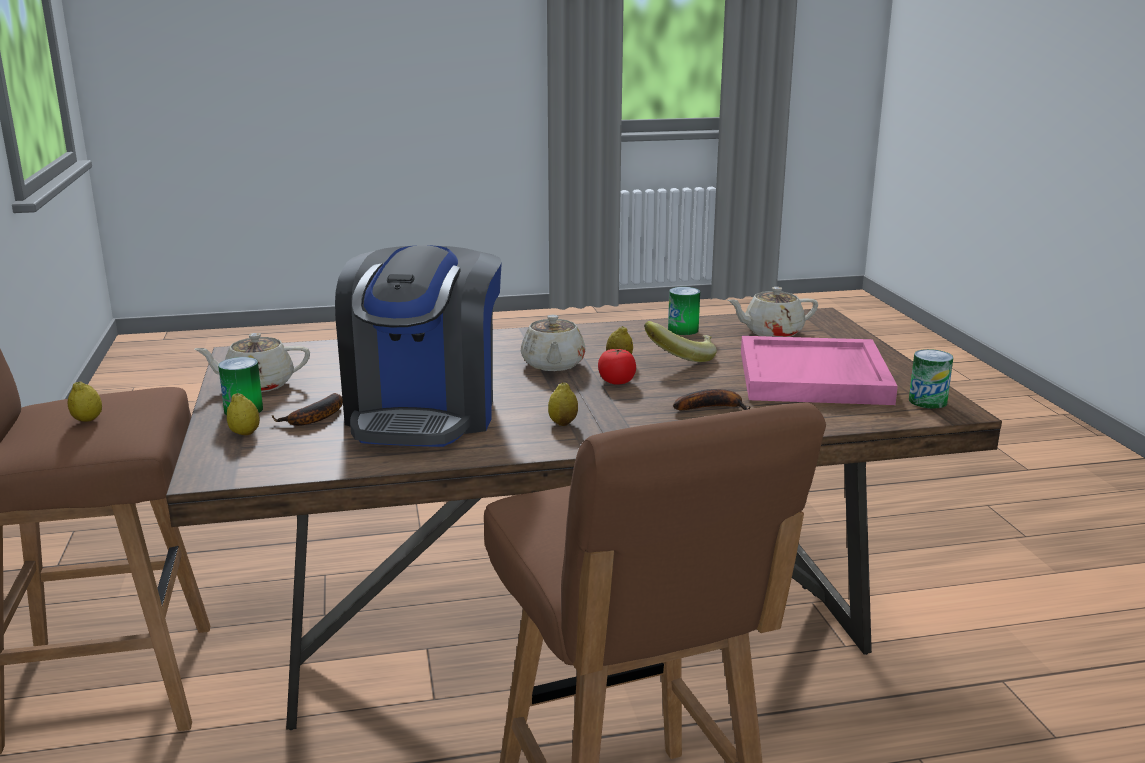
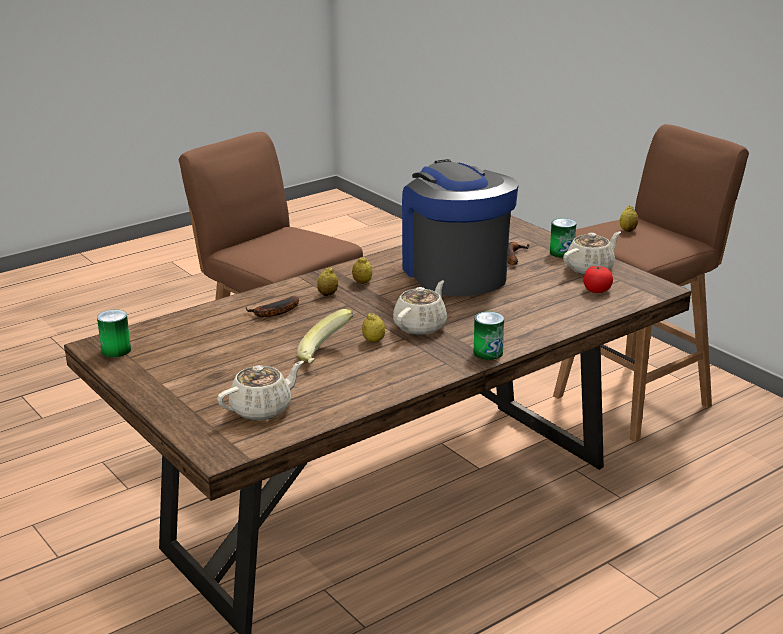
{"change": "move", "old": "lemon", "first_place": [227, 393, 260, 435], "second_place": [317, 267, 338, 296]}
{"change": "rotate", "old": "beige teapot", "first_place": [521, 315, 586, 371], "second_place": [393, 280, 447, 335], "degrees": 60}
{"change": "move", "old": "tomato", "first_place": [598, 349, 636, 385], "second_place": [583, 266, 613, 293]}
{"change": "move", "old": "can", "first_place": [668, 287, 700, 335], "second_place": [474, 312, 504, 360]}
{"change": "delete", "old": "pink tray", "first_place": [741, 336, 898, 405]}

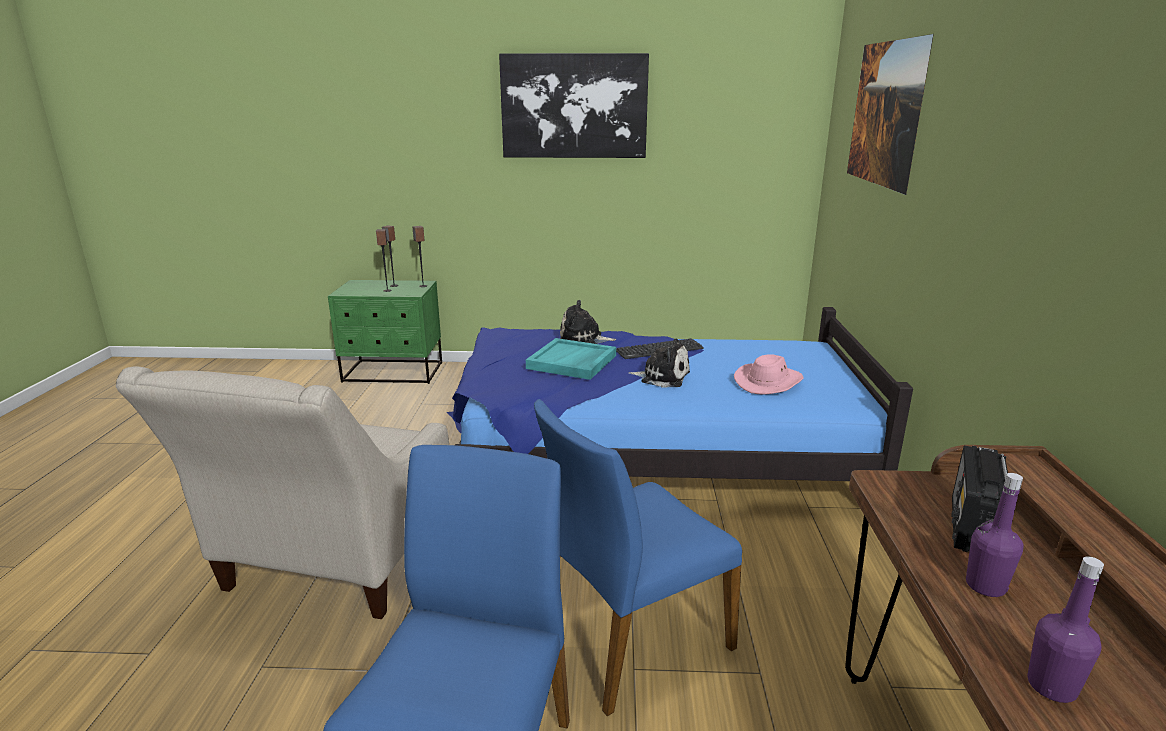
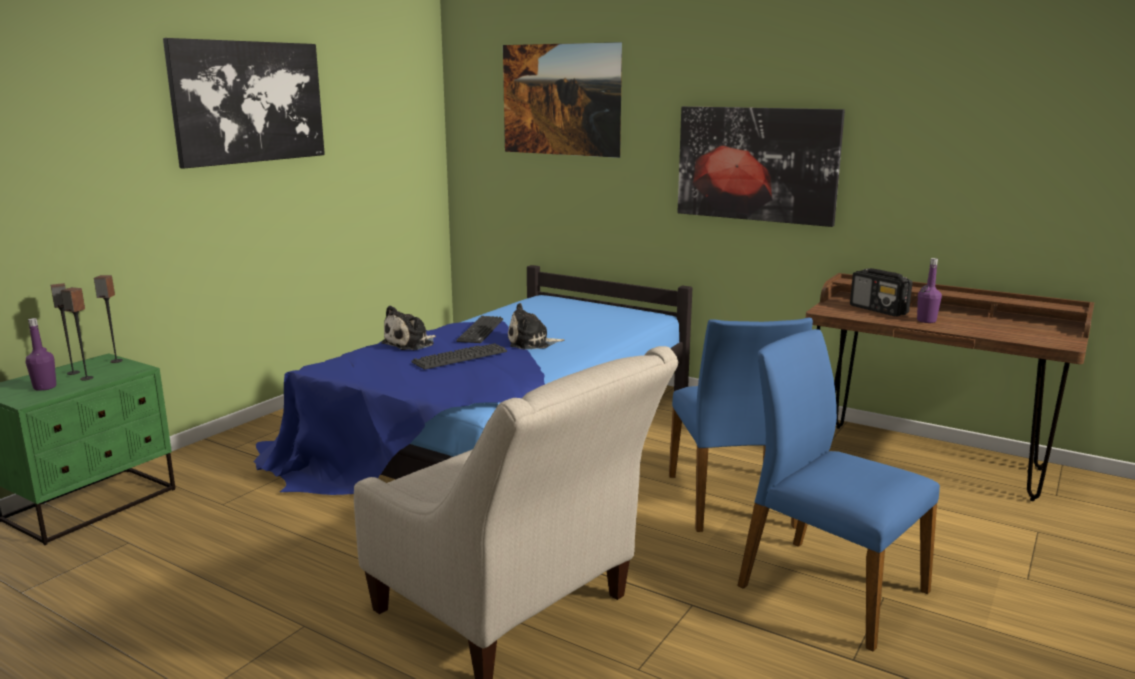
{"change": "replace", "old": "turquoise tray", "new": "keyboard", "first_place": [526, 338, 616, 380], "second_place": [411, 343, 507, 370]}
{"change": "rotate", "old": "plush toy", "first_place": [628, 339, 690, 388], "second_place": [508, 303, 564, 349], "degrees": -150}
{"change": "delete", "old": "pink hat", "first_place": [734, 354, 804, 394]}
{"change": "move", "old": "purple bottle", "first_place": [1027, 556, 1104, 703], "second_place": [26, 318, 56, 391]}
{"change": "insert", "new": "picture", "second_place": [677, 106, 845, 227]}

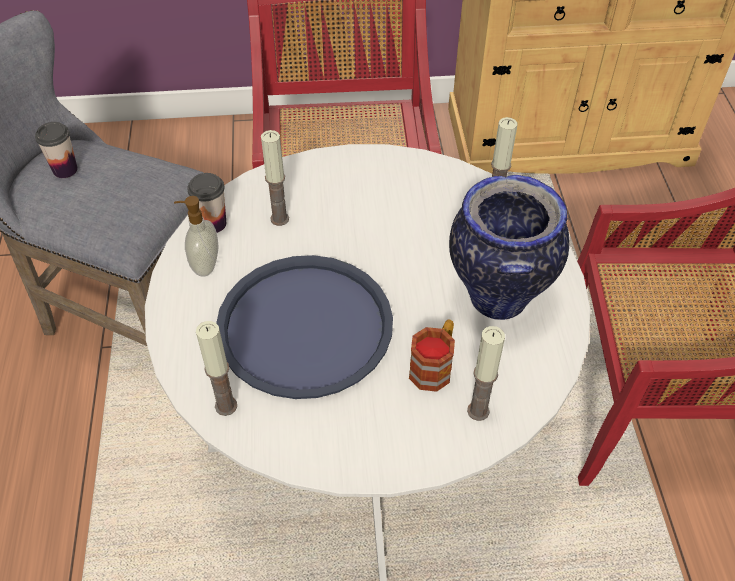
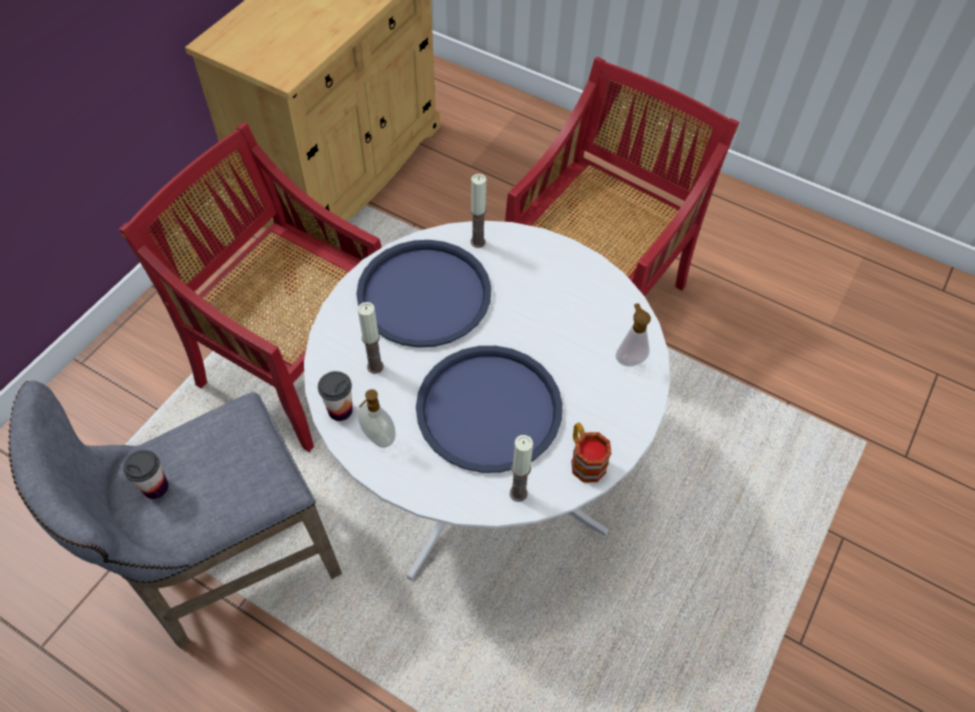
{"change": "move", "old": "mug", "first_place": [409, 319, 455, 392], "second_place": [571, 423, 611, 482]}
{"change": "delete", "old": "vase", "first_place": [449, 175, 569, 320]}
{"change": "replace", "old": "candle", "new": "soap dispenser", "first_place": [467, 326, 505, 421], "second_place": [616, 303, 651, 366]}
{"change": "insert", "new": "blue tray", "second_place": [356, 240, 491, 348]}

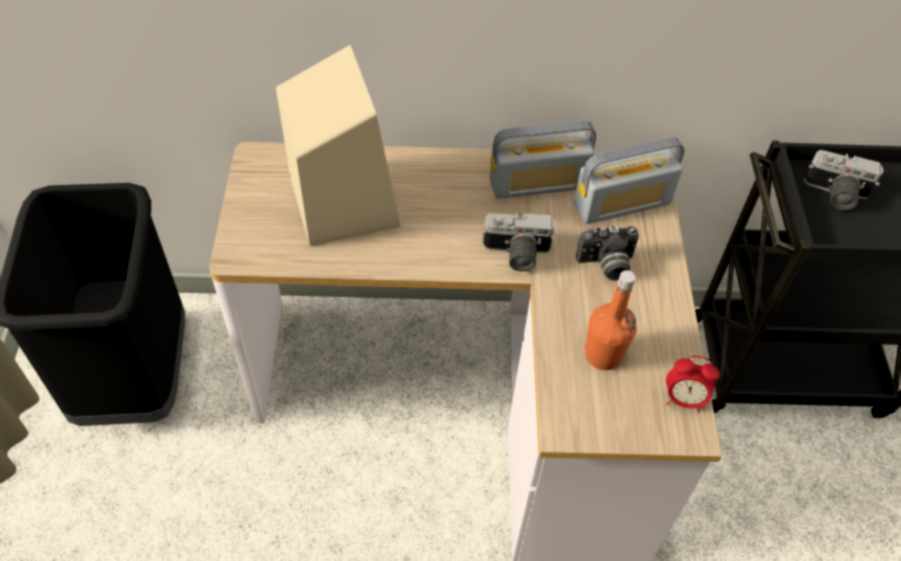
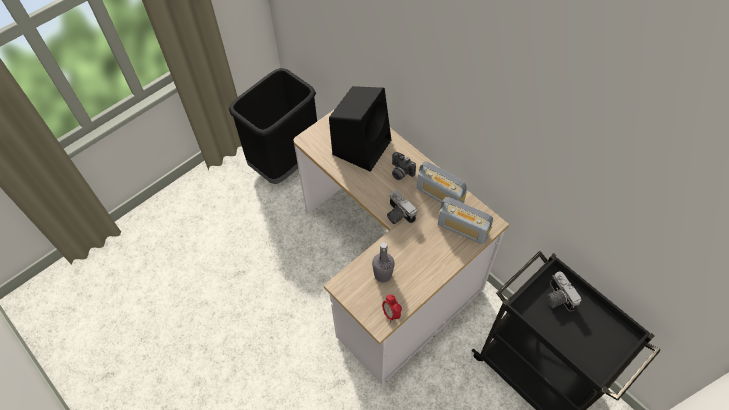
{"change": "recolor", "old": "beige speaker", "new": "black speaker", "first_place": [276, 45, 401, 246], "second_place": [329, 86, 391, 172]}
{"change": "move", "old": "photo camera", "first_place": [576, 225, 639, 281], "second_place": [392, 152, 416, 180]}
{"change": "recolor", "old": "orange bottle", "new": "grey bottle", "first_place": [584, 270, 637, 370], "second_place": [372, 242, 395, 282]}

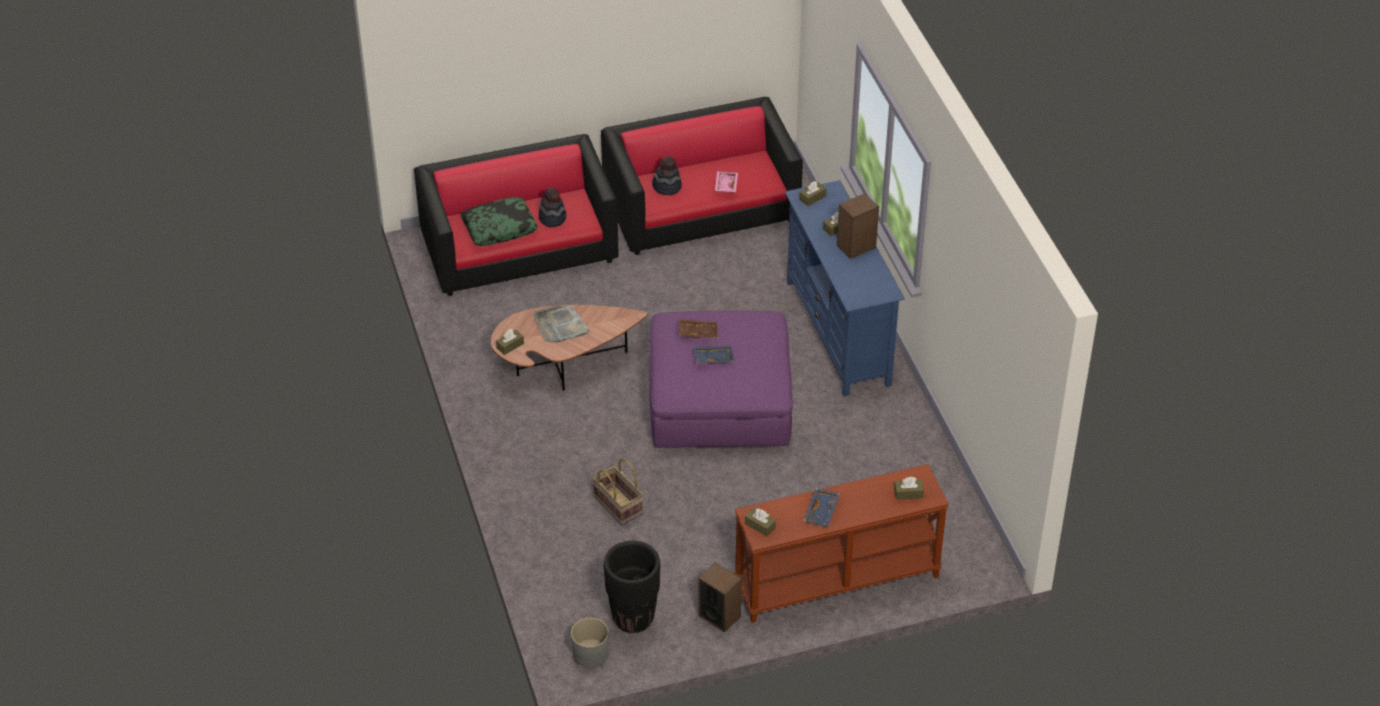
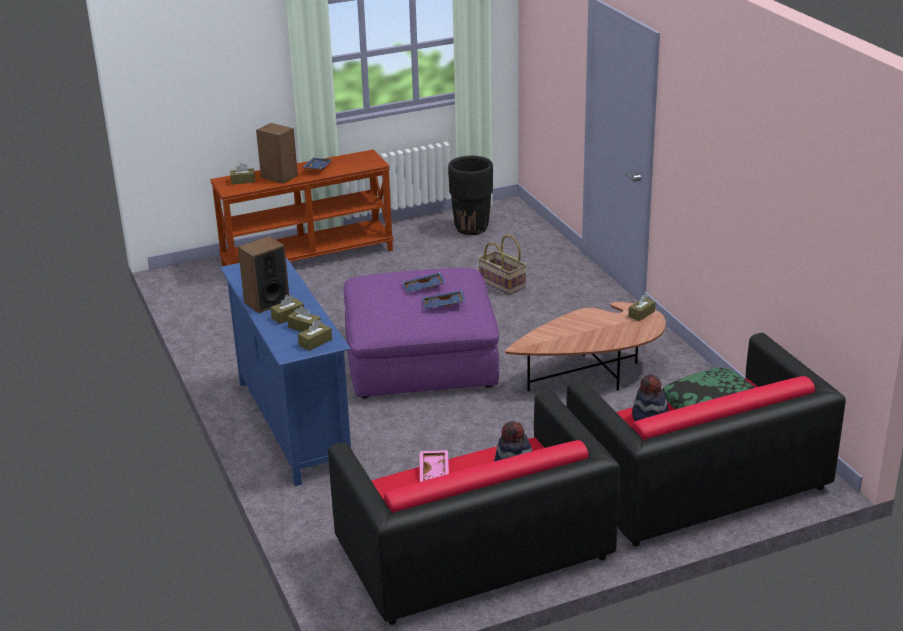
{"change": "delete", "old": "grey tray", "first_place": [534, 305, 591, 343]}
{"change": "delete", "old": "grey planter", "first_place": [571, 618, 609, 668]}
{"change": "recolor", "old": "brown tray", "new": "blue tray", "first_place": [679, 319, 718, 338], "second_place": [422, 290, 465, 309]}
{"change": "move", "old": "speaker", "first_place": [698, 562, 742, 633], "second_place": [256, 123, 298, 184]}
{"change": "move", "old": "brown tissue box", "first_place": [745, 508, 776, 537], "second_place": [287, 306, 321, 332]}

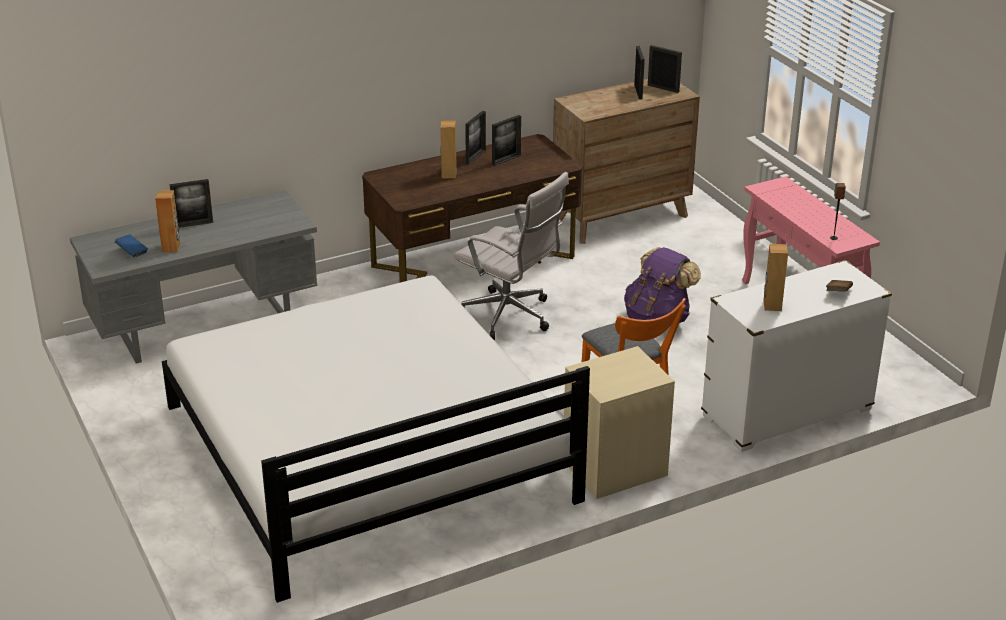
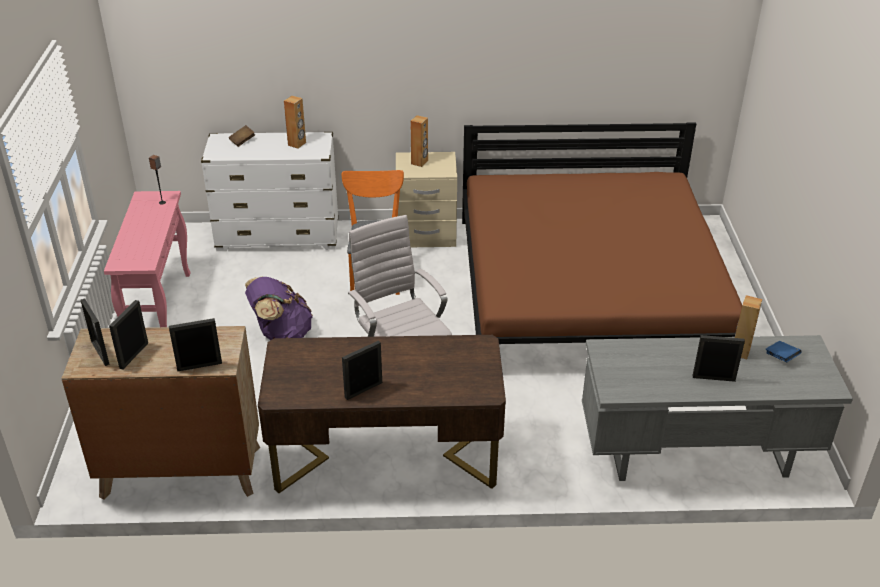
{"change": "recolor", "old": "white bed", "new": "brown bed", "first_place": [162, 276, 590, 603], "second_place": [462, 122, 742, 344]}
{"change": "move", "old": "brown speaker", "first_place": [441, 121, 457, 179], "second_place": [410, 115, 428, 167]}
{"change": "move", "old": "picture frame", "first_place": [492, 115, 521, 166], "second_place": [169, 318, 222, 372]}

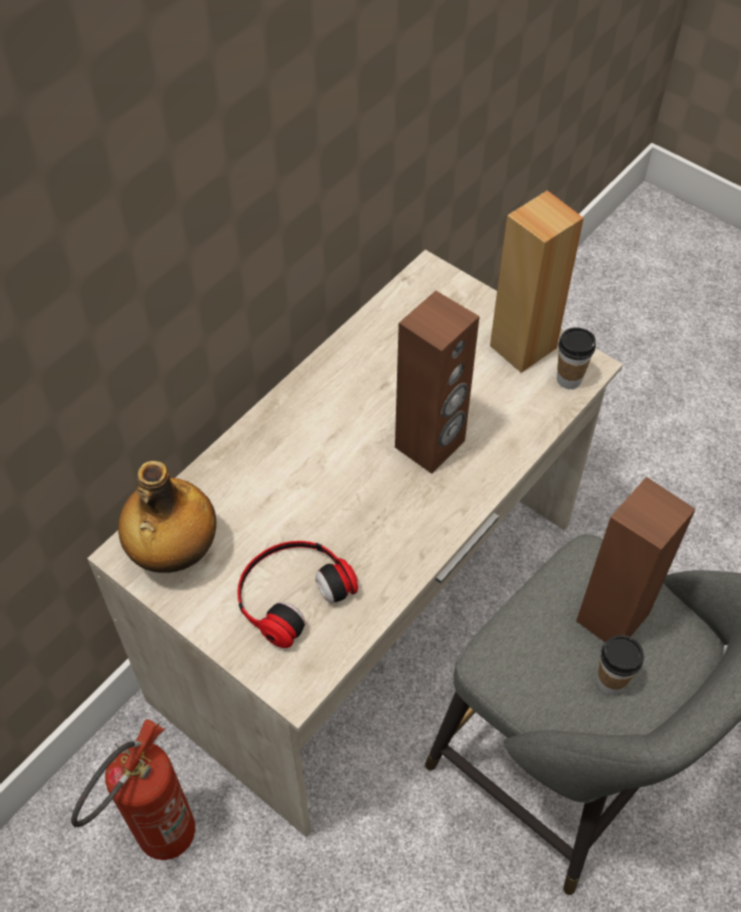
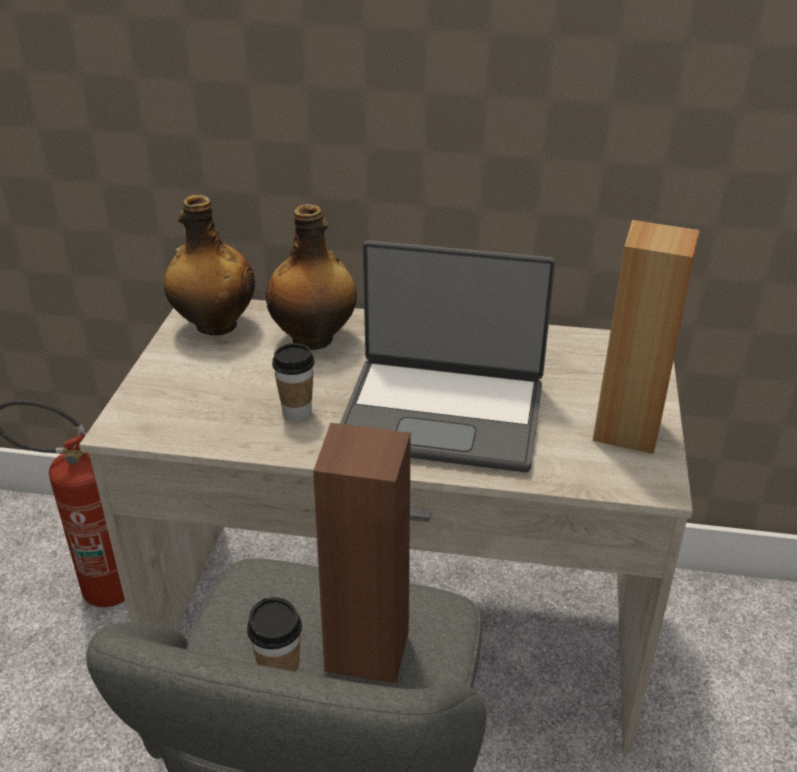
{"change": "delete", "old": "headphones", "first_place": [237, 541, 358, 648]}
{"change": "replace", "old": "brown speaker", "new": "laptop", "first_place": [395, 291, 480, 474], "second_place": [340, 240, 555, 472]}
{"change": "move", "old": "cup", "first_place": [557, 327, 596, 389], "second_place": [272, 343, 315, 421]}
{"change": "insert", "new": "bottle", "second_place": [265, 204, 357, 350]}

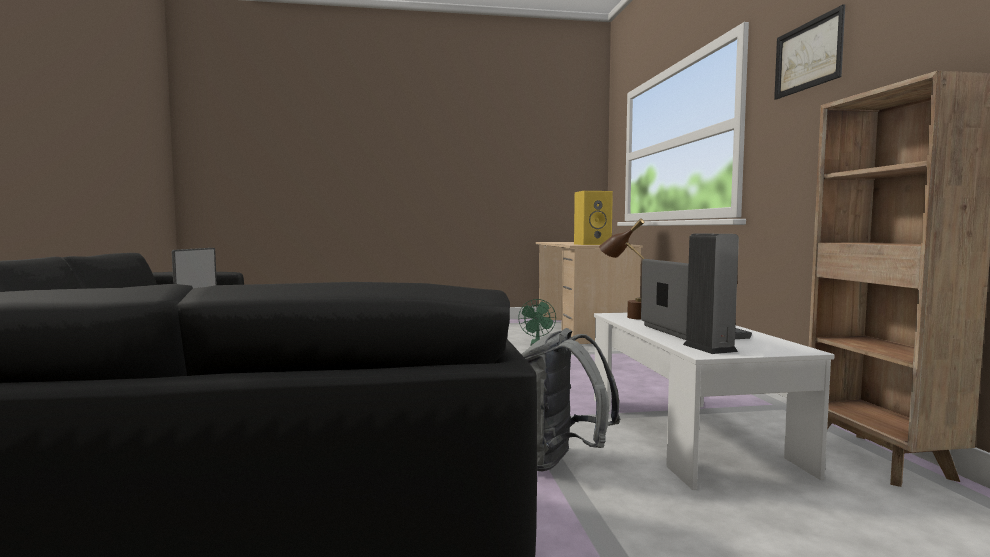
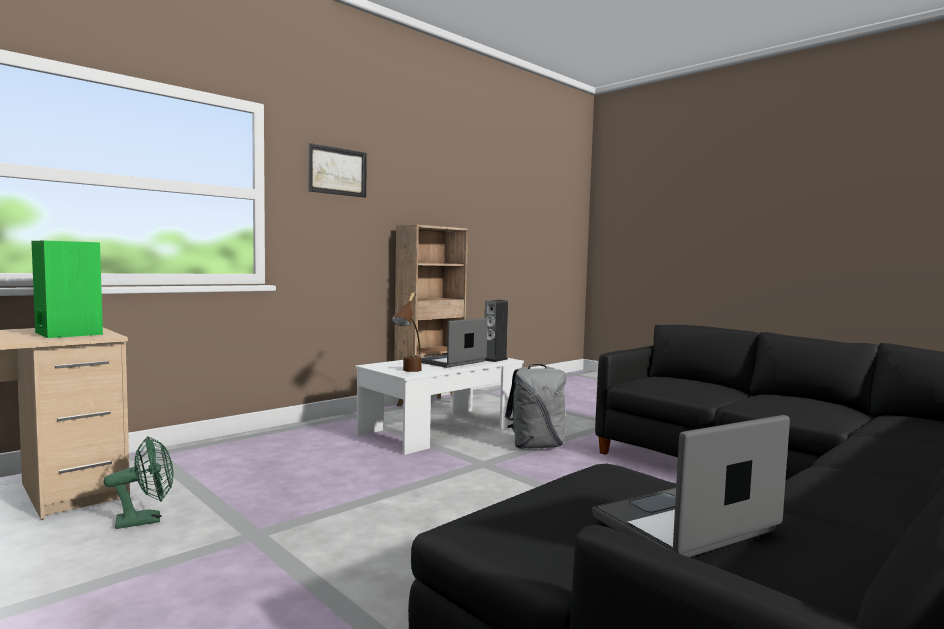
{"change": "recolor", "old": "yellow speaker", "new": "green speaker", "first_place": [574, 191, 613, 245], "second_place": [31, 241, 103, 338]}

